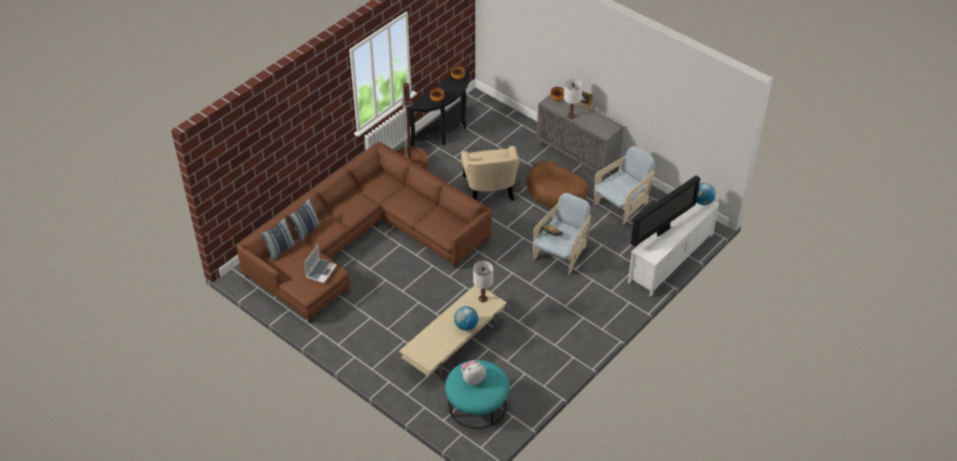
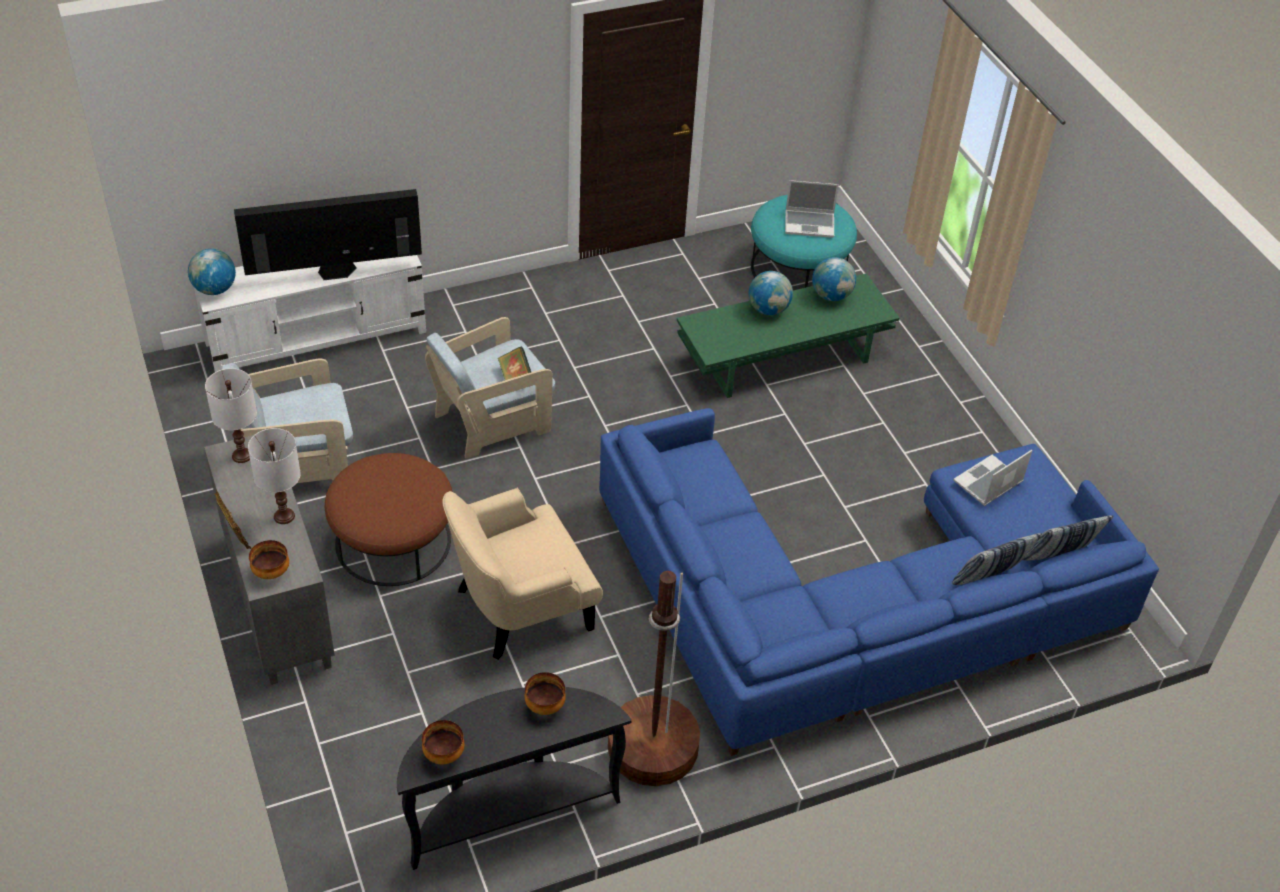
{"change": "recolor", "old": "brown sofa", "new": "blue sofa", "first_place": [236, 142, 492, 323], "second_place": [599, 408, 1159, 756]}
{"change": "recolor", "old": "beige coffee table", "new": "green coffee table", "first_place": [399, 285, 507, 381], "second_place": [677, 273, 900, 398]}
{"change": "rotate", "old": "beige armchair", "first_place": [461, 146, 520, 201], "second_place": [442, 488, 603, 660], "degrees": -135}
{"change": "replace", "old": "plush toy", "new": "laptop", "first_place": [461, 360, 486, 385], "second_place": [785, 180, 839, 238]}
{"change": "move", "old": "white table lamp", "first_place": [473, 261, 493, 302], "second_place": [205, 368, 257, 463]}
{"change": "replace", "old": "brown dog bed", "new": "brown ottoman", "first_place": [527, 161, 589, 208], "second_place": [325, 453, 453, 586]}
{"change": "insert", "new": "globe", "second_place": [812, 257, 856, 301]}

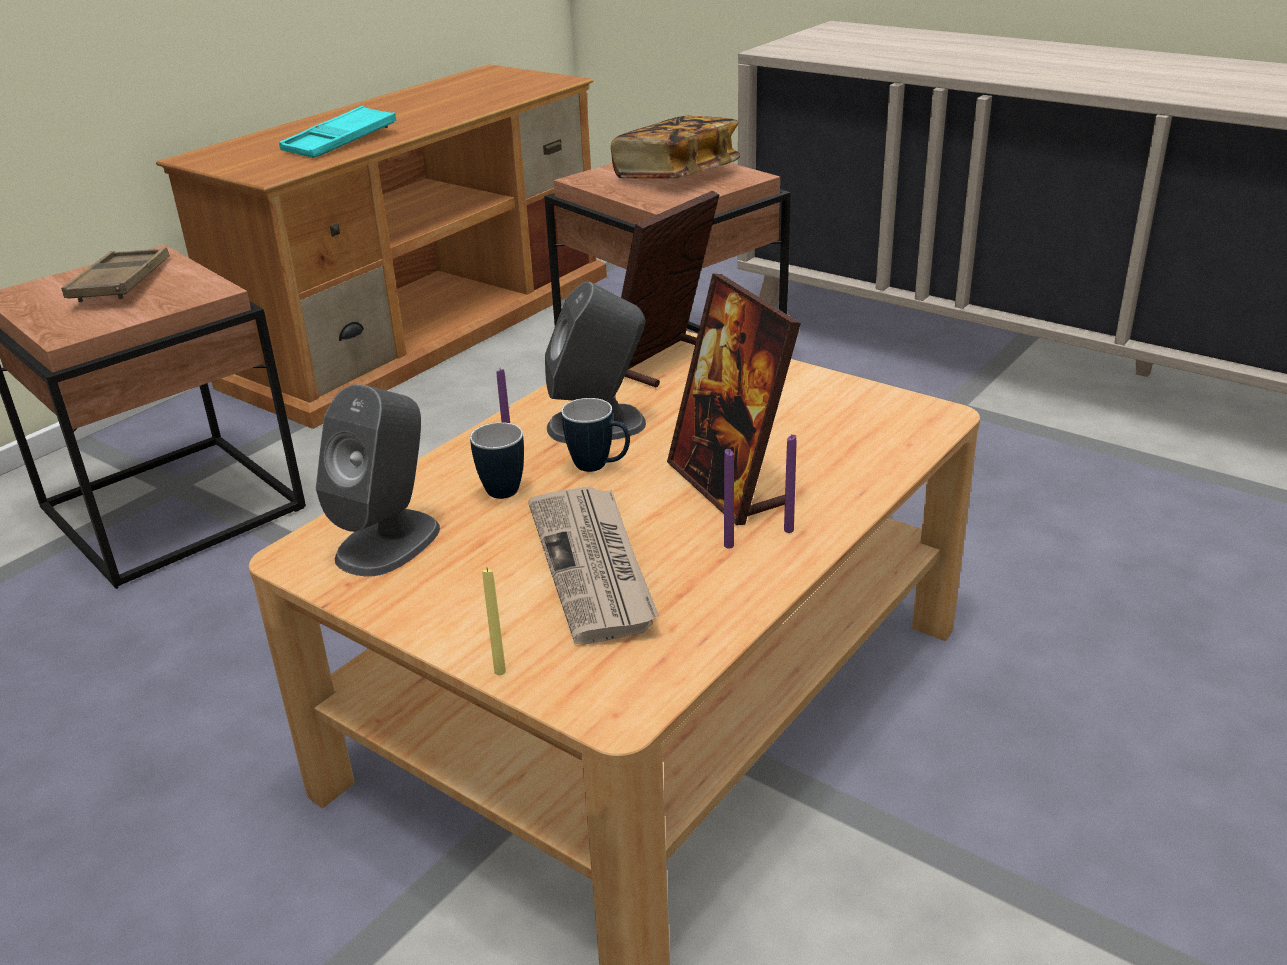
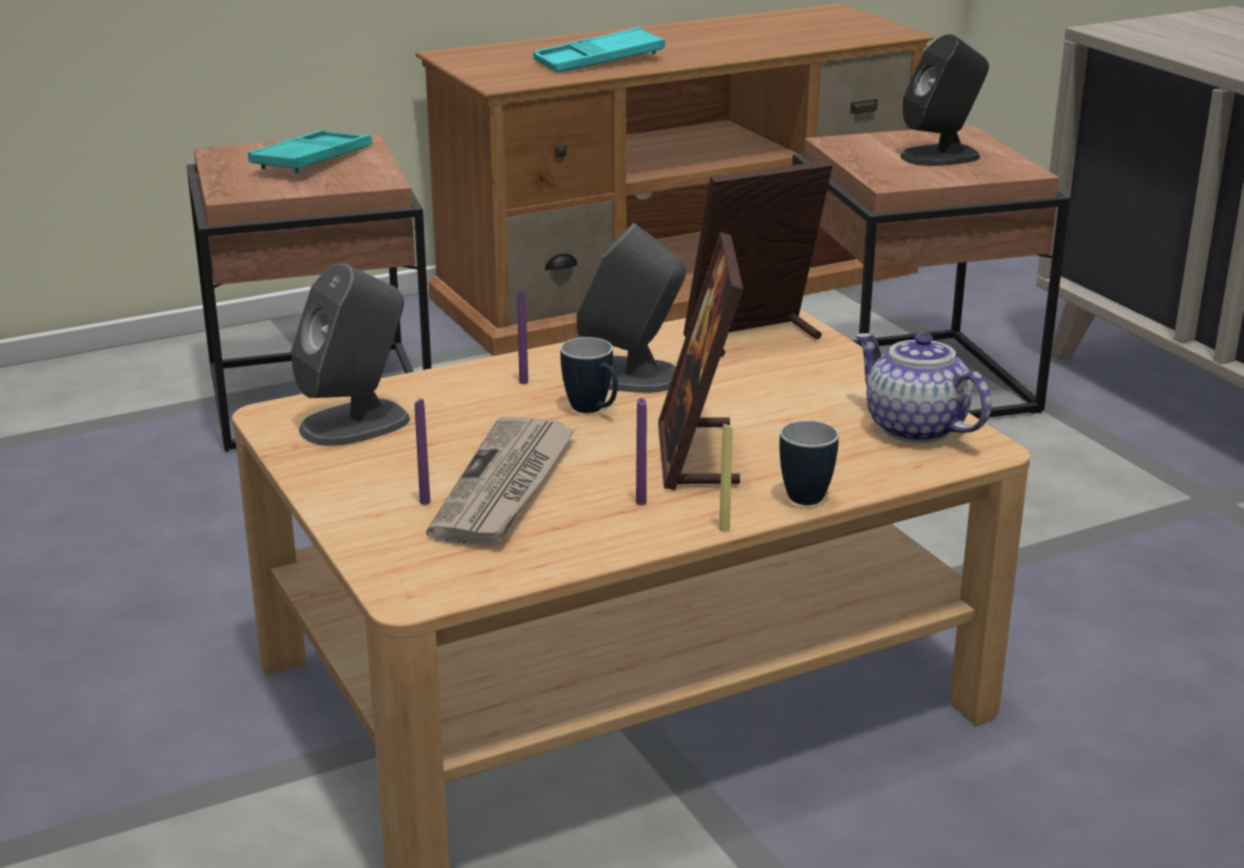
{"change": "recolor", "old": "brown tray", "new": "turquoise tray", "first_place": [61, 247, 170, 302], "second_place": [248, 130, 372, 174]}
{"change": "move", "old": "mug", "first_place": [470, 422, 524, 499], "second_place": [779, 420, 839, 505]}
{"change": "move", "old": "yellow candle", "first_place": [482, 568, 506, 675], "second_place": [719, 422, 732, 532]}
{"change": "replace", "old": "book", "new": "black speaker", "first_place": [611, 116, 740, 179], "second_place": [900, 34, 989, 166]}
{"change": "move", "old": "purple candle", "first_place": [784, 435, 796, 533], "second_place": [415, 399, 430, 505]}
{"change": "insert", "new": "teapot", "second_place": [856, 333, 991, 443]}

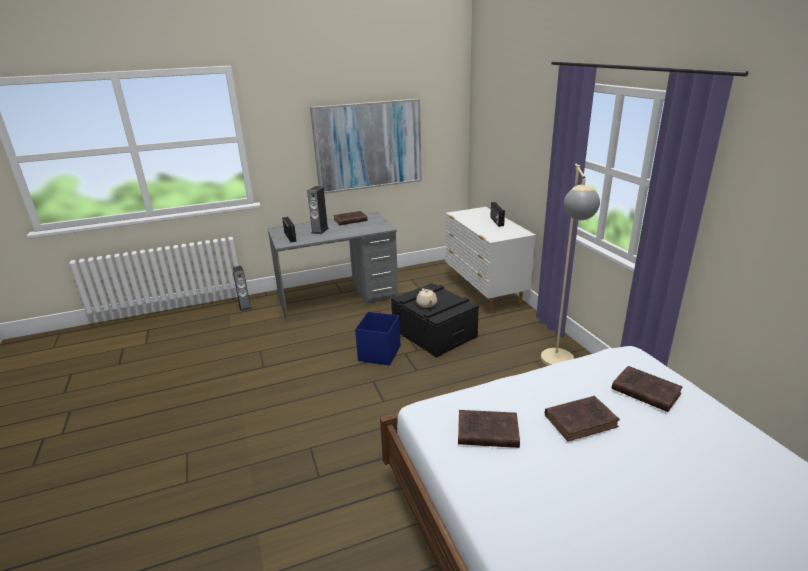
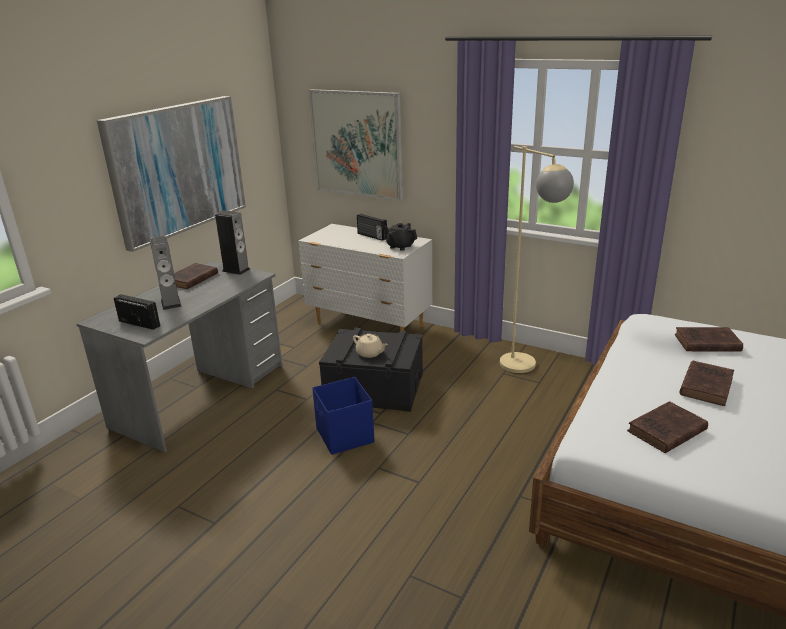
{"change": "move", "old": "speaker", "first_place": [232, 266, 252, 311], "second_place": [215, 210, 250, 275]}
{"change": "insert", "new": "picture", "second_place": [309, 89, 403, 200]}
{"change": "insert", "new": "black teapot", "second_place": [383, 223, 417, 251]}

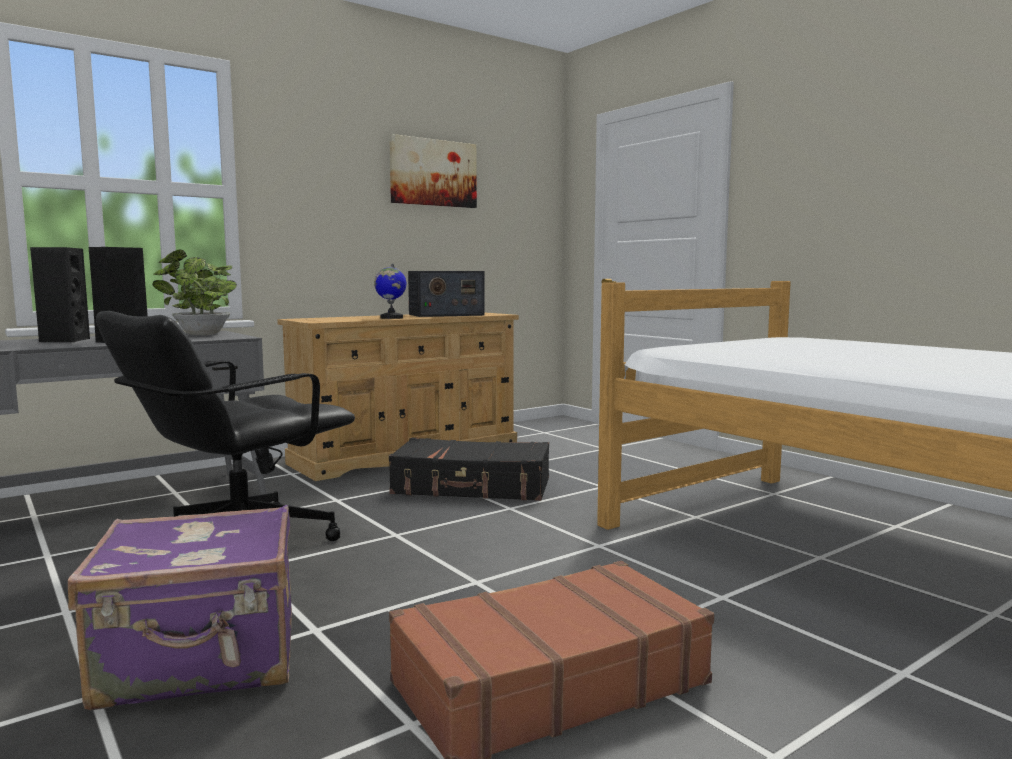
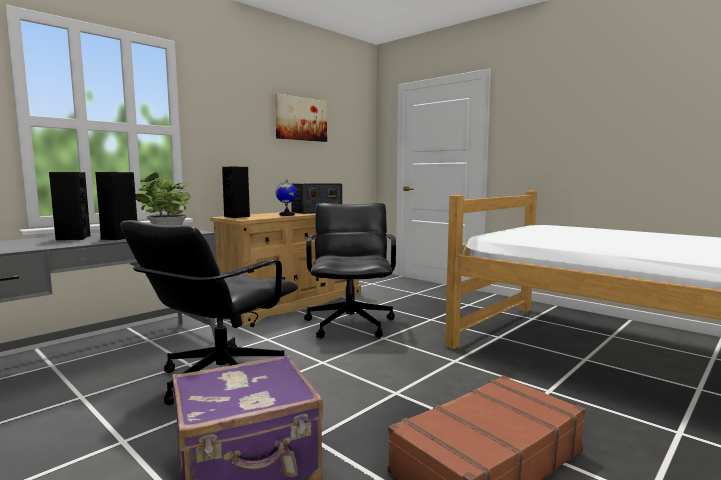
{"change": "replace", "old": "black suitcase", "new": "black office chair", "first_place": [389, 438, 549, 501], "second_place": [304, 203, 396, 339]}
{"change": "insert", "new": "black speaker", "second_place": [222, 166, 250, 218]}

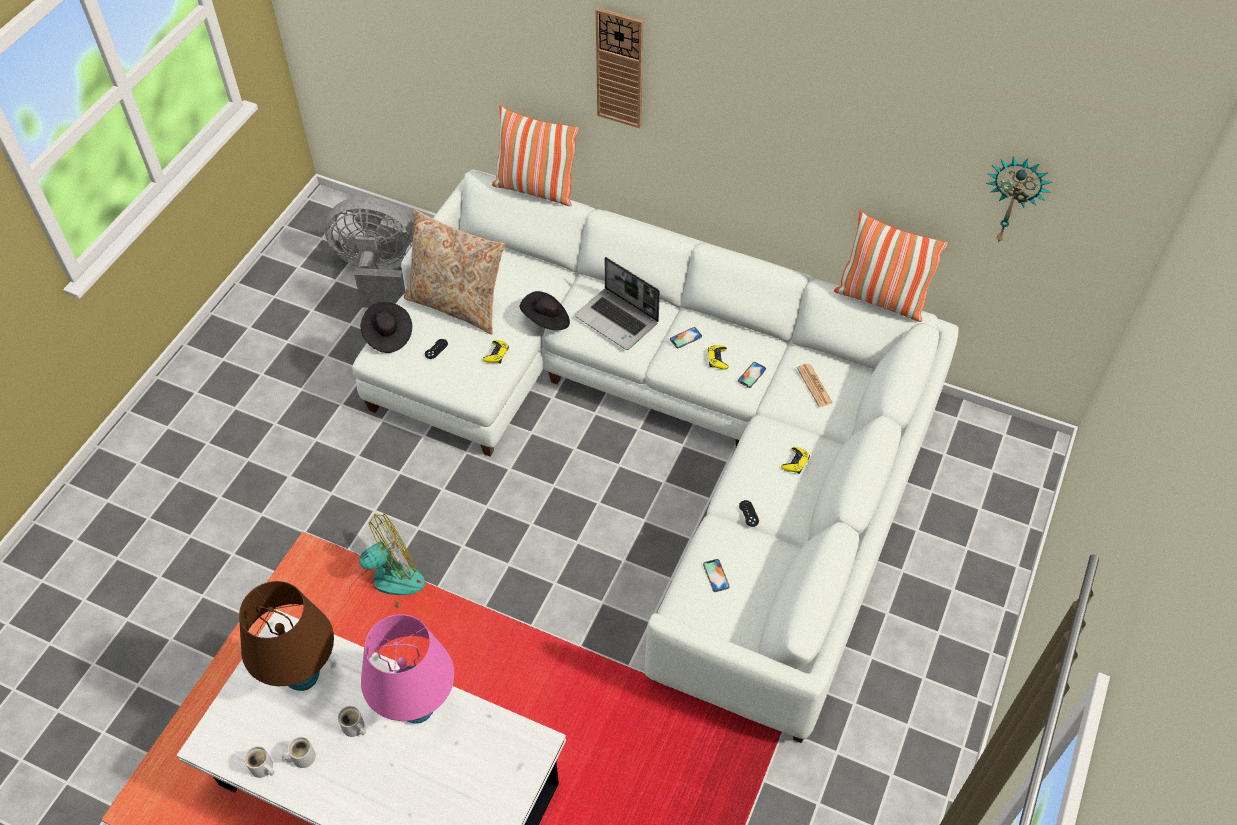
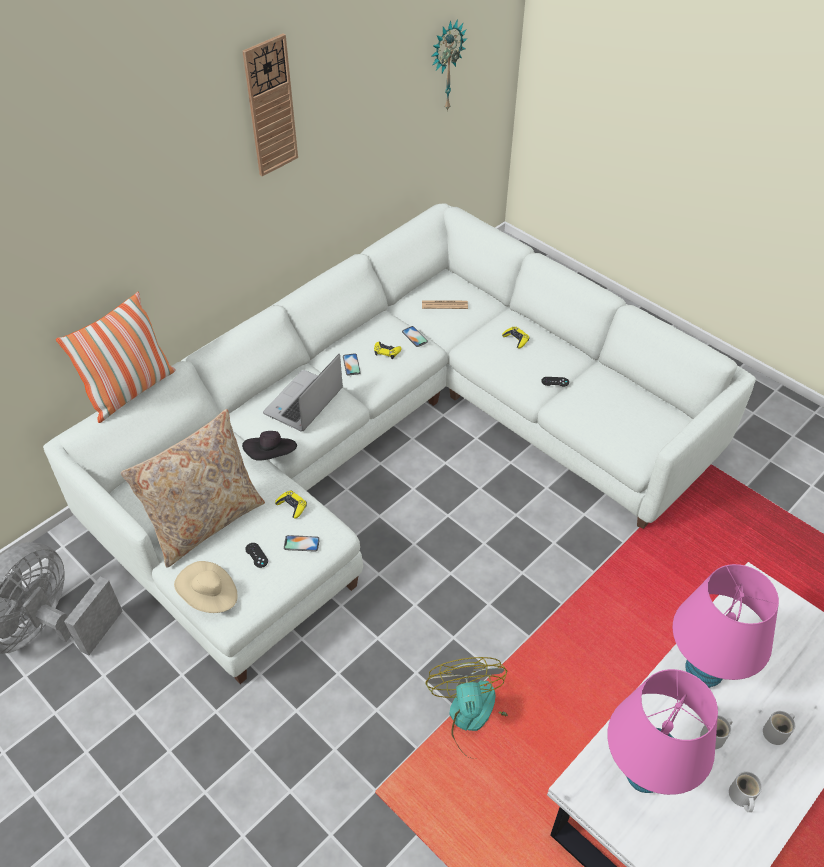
{"change": "recolor", "old": "brown table lamp", "new": "pink table lamp", "first_place": [239, 581, 334, 691], "second_place": [607, 669, 718, 795]}
{"change": "move", "old": "white mug", "first_place": [244, 746, 274, 778], "second_place": [763, 711, 795, 745]}
{"change": "recolor", "old": "black hat", "new": "beige hat", "first_place": [361, 302, 412, 353], "second_place": [174, 561, 238, 613]}
{"change": "rotate", "old": "laptop", "first_place": [575, 257, 660, 350], "second_place": [263, 354, 343, 432], "degrees": 150}
{"change": "move", "old": "wall clock", "first_place": [596, 8, 643, 128], "second_place": [242, 34, 298, 176]}
{"change": "move", "old": "phone", "first_place": [703, 559, 730, 592], "second_place": [284, 535, 320, 552]}
{"change": "delete", "old": "pillow", "first_place": [834, 211, 949, 322]}

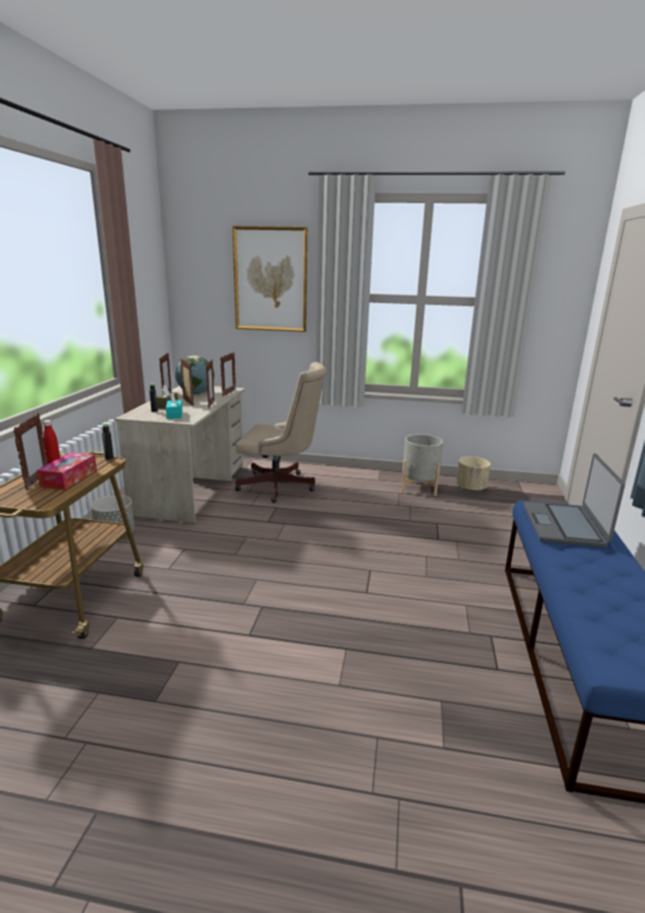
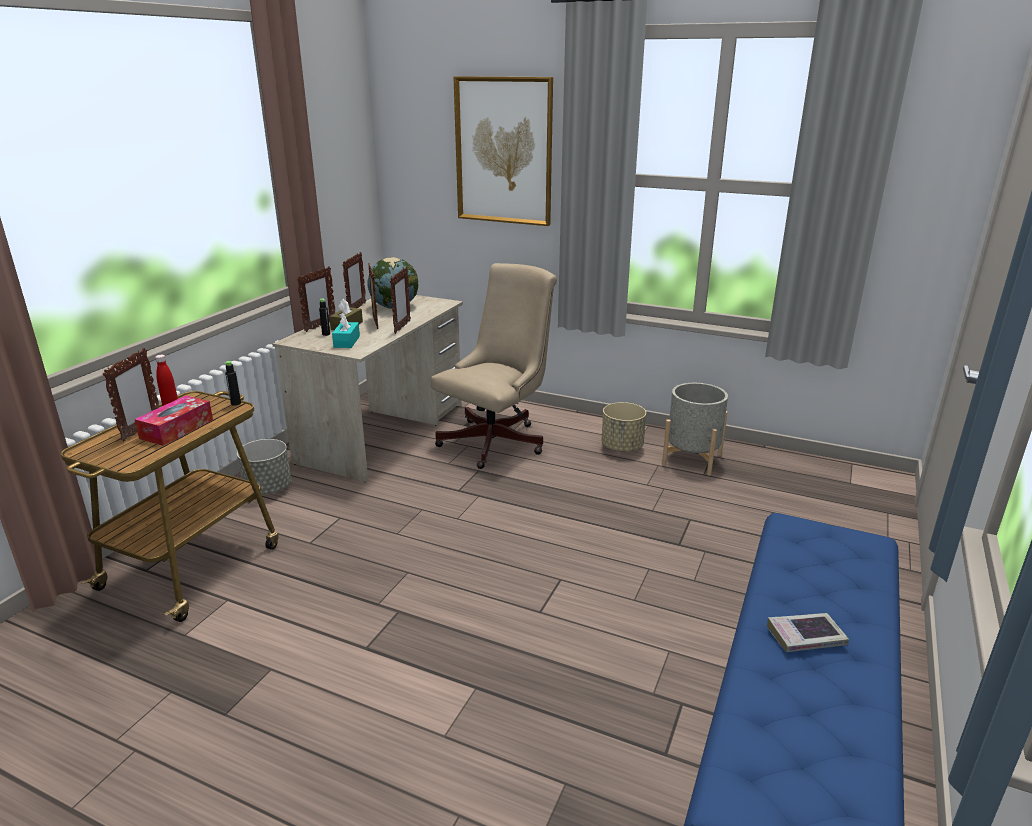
{"change": "move", "old": "picture frame", "first_place": [220, 352, 236, 397], "second_place": [297, 266, 335, 332]}
{"change": "rotate", "old": "beige office chair", "first_place": [235, 362, 326, 503], "second_place": [431, 263, 557, 469], "degrees": -75}
{"change": "move", "old": "beige planter", "first_place": [456, 457, 490, 491], "second_place": [601, 402, 646, 452]}
{"change": "delete", "old": "laptop", "first_place": [523, 453, 625, 547]}
{"change": "insert", "new": "book", "second_place": [767, 613, 849, 652]}

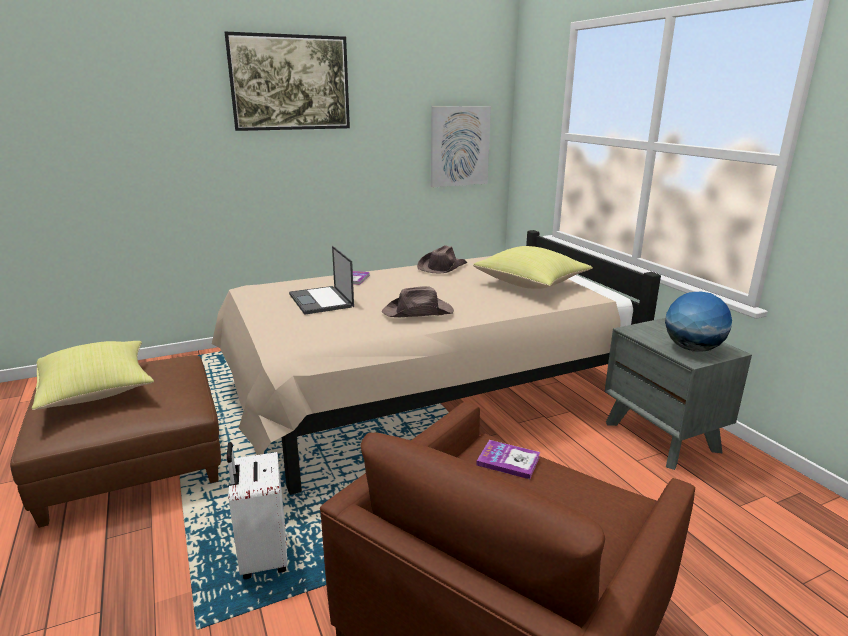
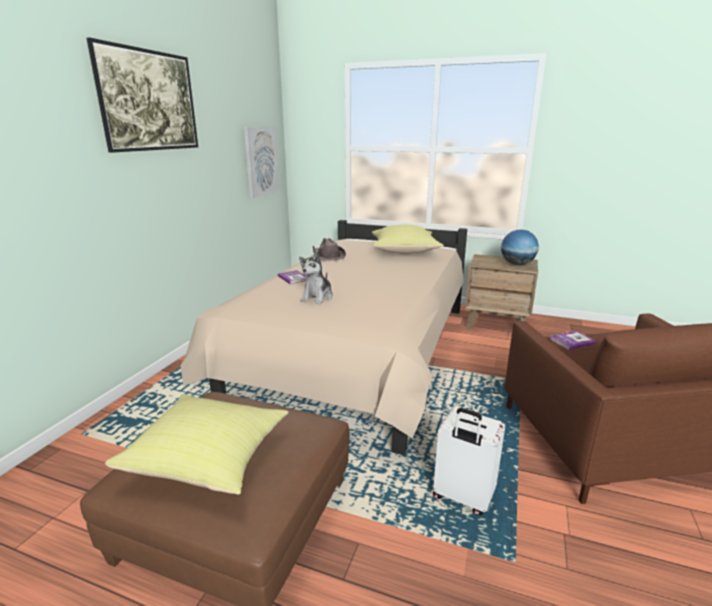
{"change": "replace", "old": "laptop", "new": "plush toy", "first_place": [289, 246, 354, 315], "second_place": [299, 252, 333, 304]}
{"change": "delete", "old": "brown hat", "first_place": [382, 286, 454, 317]}
{"change": "recolor", "old": "grey nightstand", "new": "brown nightstand", "first_place": [604, 318, 752, 470], "second_place": [465, 254, 538, 330]}

